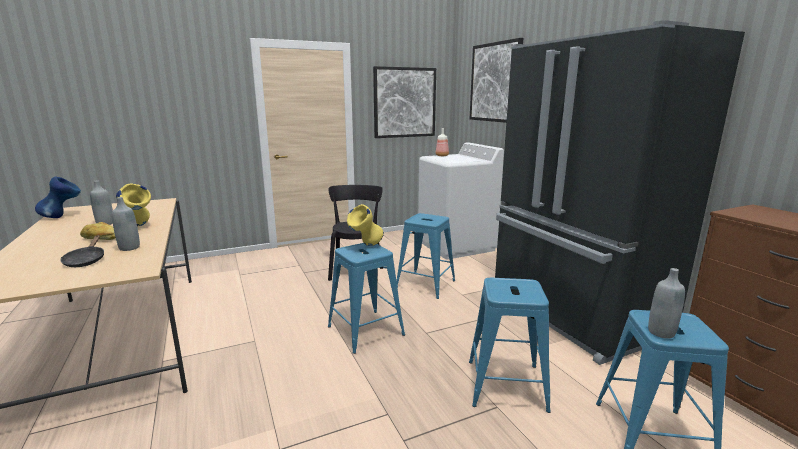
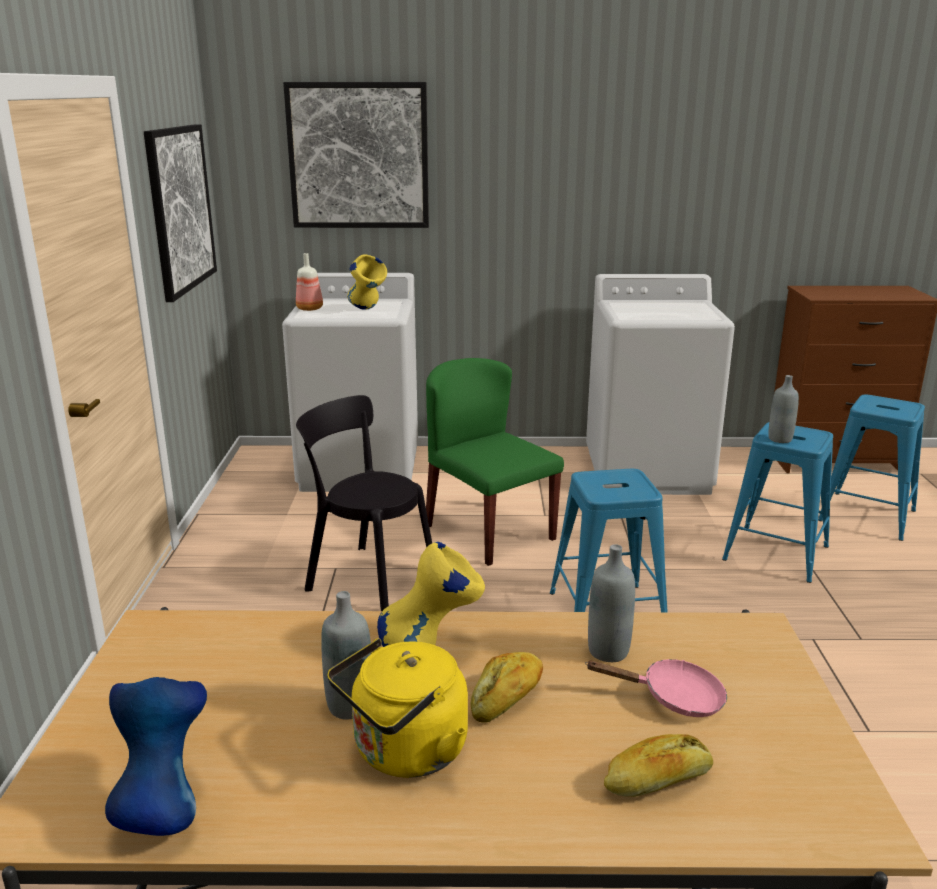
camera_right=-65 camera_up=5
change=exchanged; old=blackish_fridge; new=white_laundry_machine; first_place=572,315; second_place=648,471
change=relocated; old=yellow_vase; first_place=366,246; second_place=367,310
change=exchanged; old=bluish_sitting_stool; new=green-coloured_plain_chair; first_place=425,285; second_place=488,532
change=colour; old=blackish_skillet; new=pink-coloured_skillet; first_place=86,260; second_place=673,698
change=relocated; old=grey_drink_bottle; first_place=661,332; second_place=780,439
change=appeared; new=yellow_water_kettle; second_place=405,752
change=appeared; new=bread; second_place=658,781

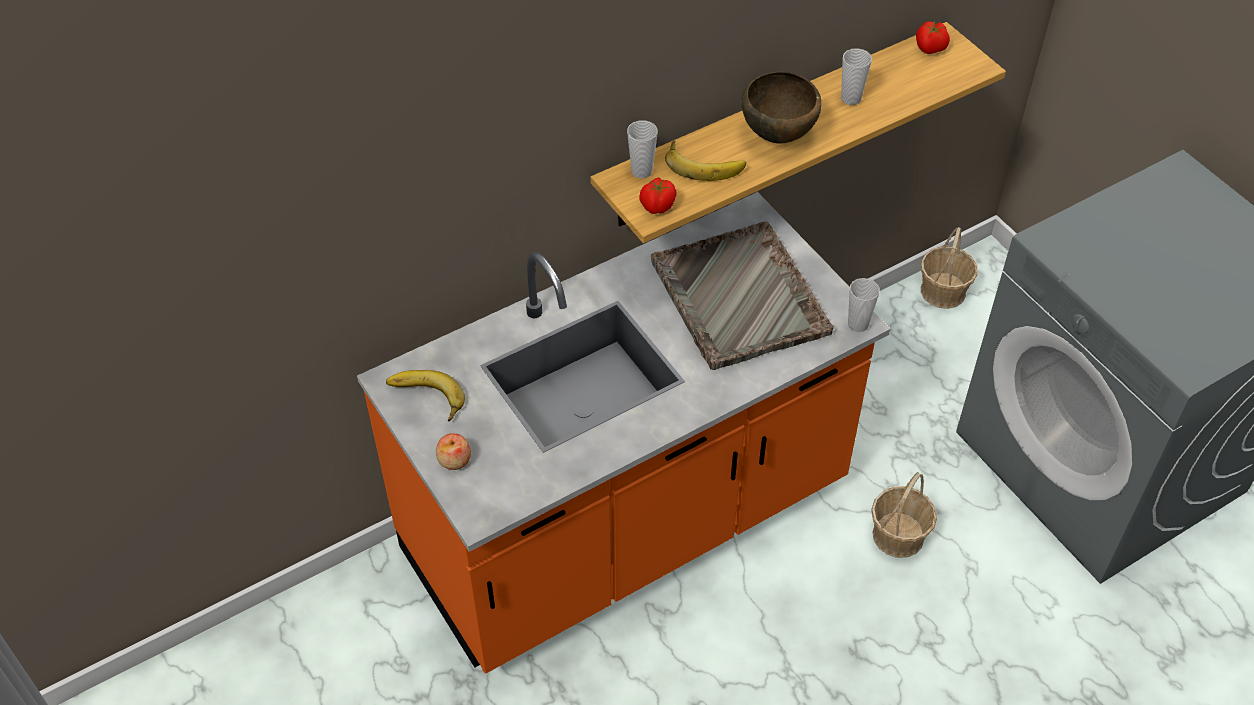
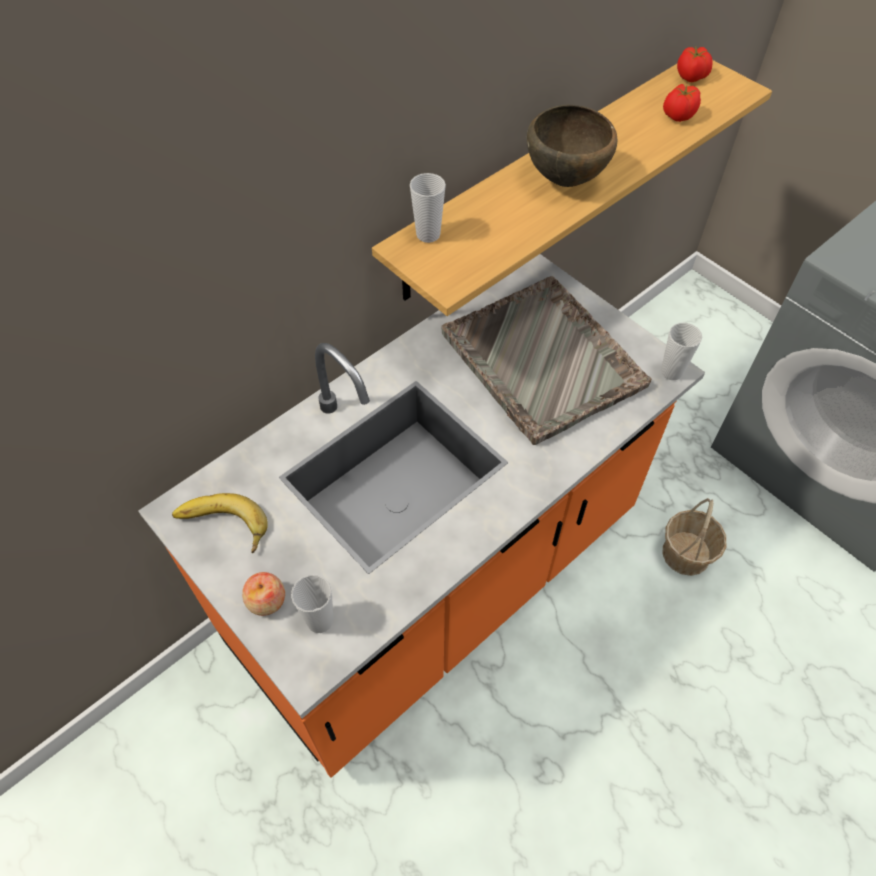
camera_right=-10 camera_up=5
change=relocated; old=drinking_cup; first_place=851,98; second_place=320,620
change=missing; old=banana_fruit; first_place=704,163
change=relocated; old=whole_tomato; first_place=657,206; second_place=678,116
change=missing; old=storage_basket; first_place=943,291

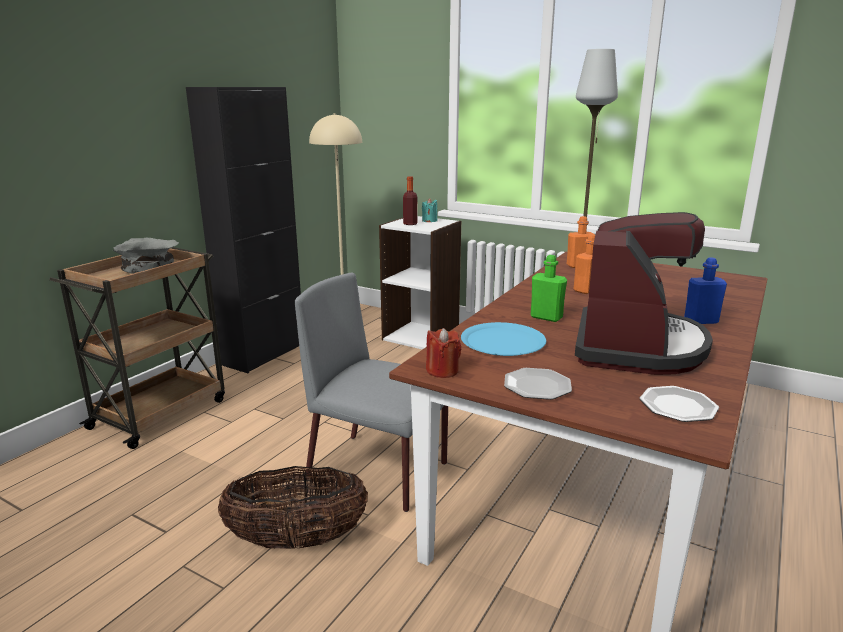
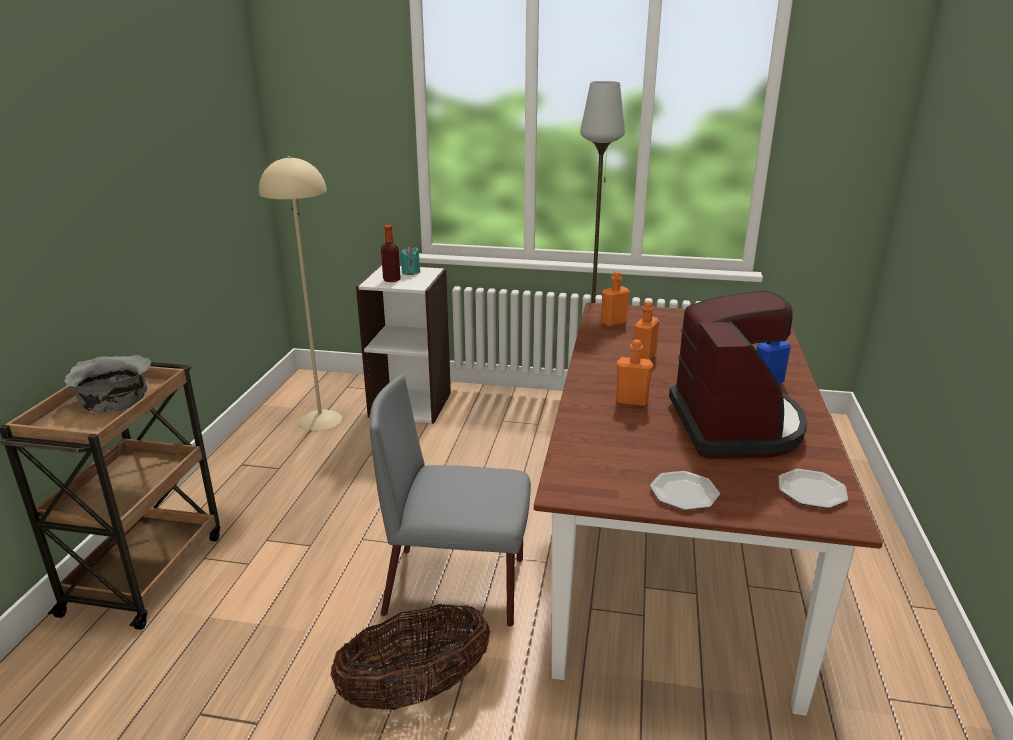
camera_right=-20 camera_up=5
change=missing; old=blackish_cabinet; first_place=264,354
change=colour; old=green-coloured_drink_bottle; new=orange_drink_bottle; first_place=546,317; second_place=631,401
change=missing; old=bluish_plate; first_place=502,341
change=missing; old=reddish_wax_candle; first_place=442,371

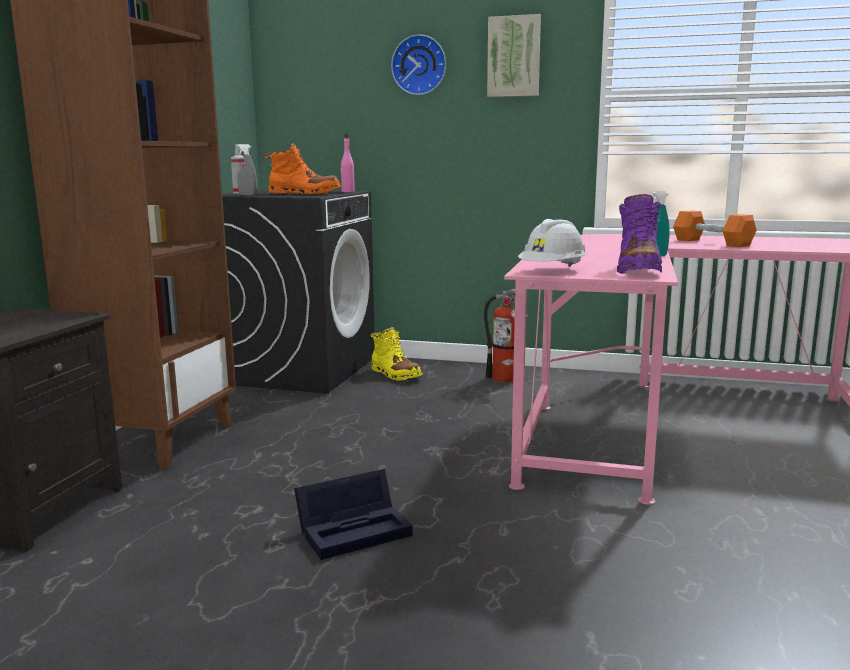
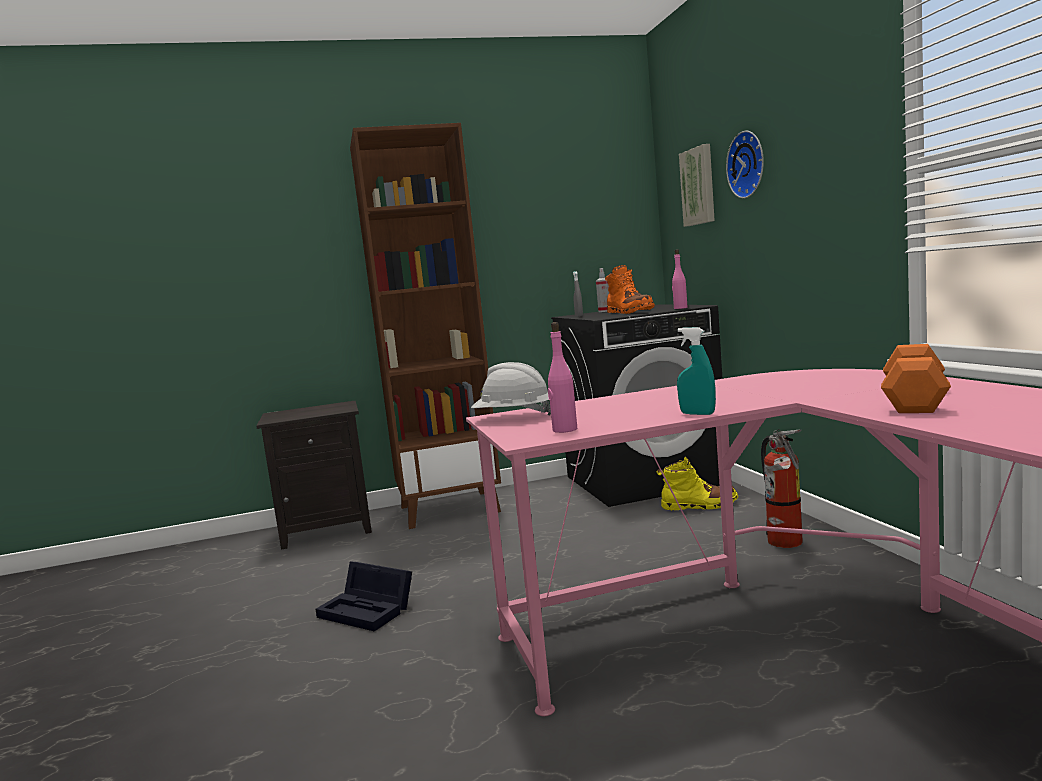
camera_right=60 camera_up=-5
change=relocated; old=picture; first_place=514,57; second_place=699,186
change=exchanged; old=purple_high-top_boot; new=pink-coloured_drink_bottle; first_place=637,270; second_place=564,430
change=spun; old=yellow_high-top_boot; first_place=395,374; second_place=699,505; degrees=-105

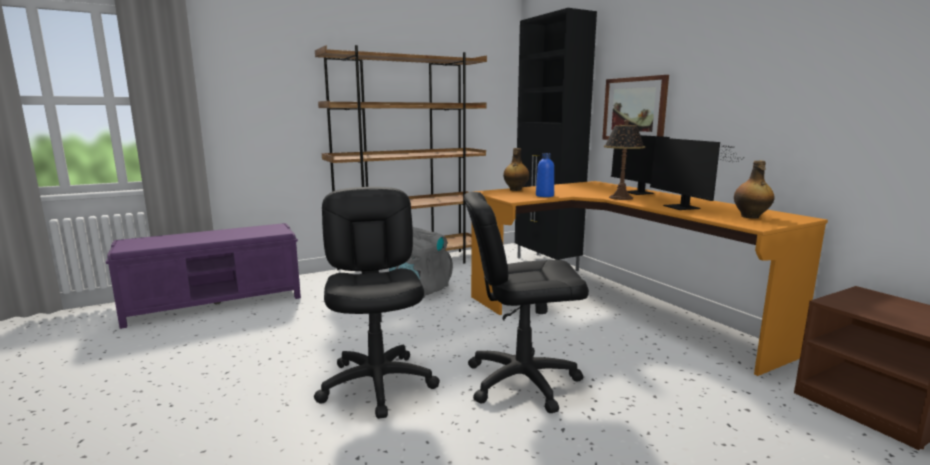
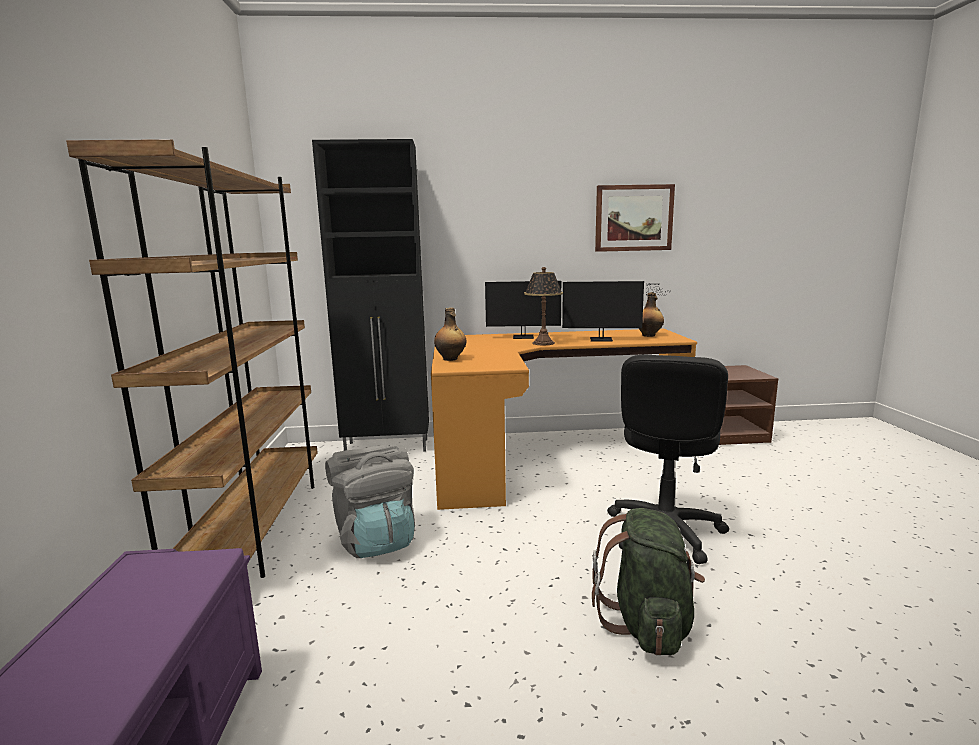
camera_right=-65 camera_up=0
change=relocated; old=picture; first_place=634,109; second_place=633,218
change=missing; old=bluish_drink_bottle; first_place=544,195
change=exchanged; old=blackish_computer_chair; new=green-coloured_rucksack; first_place=378,384; second_place=647,624

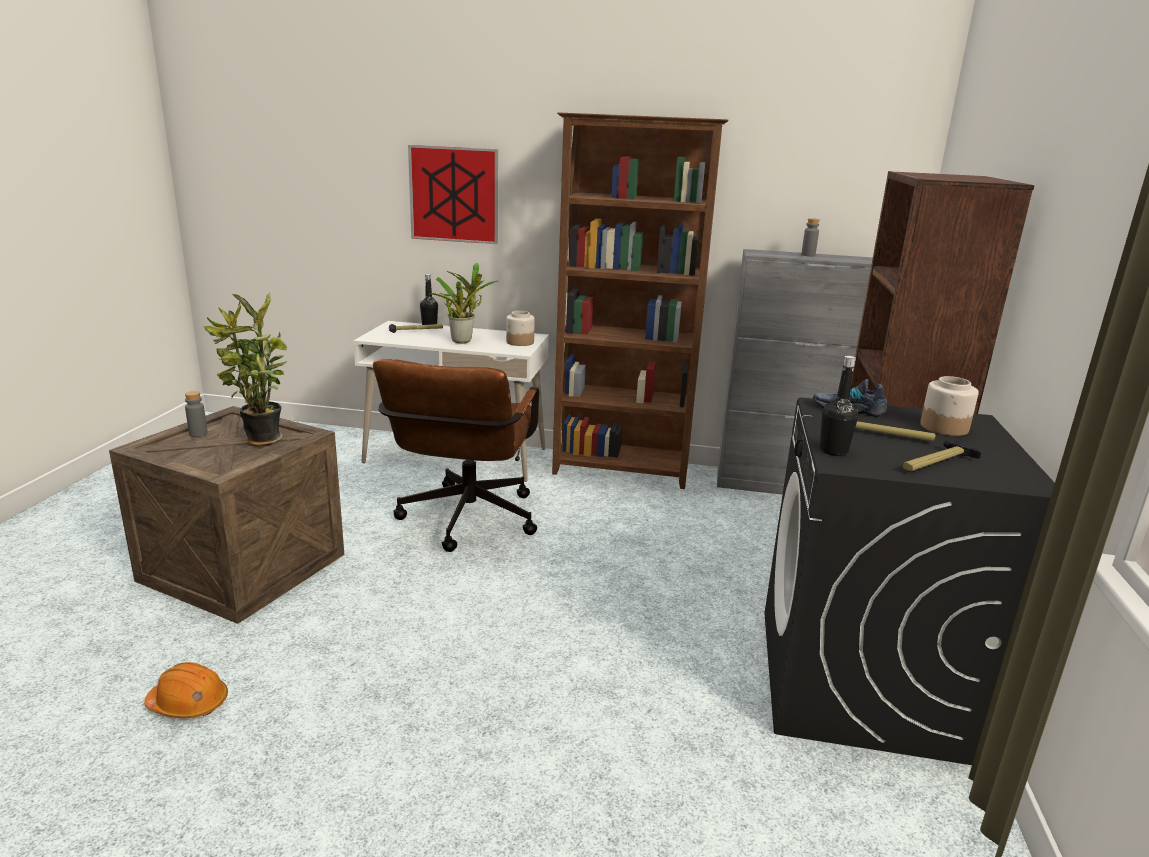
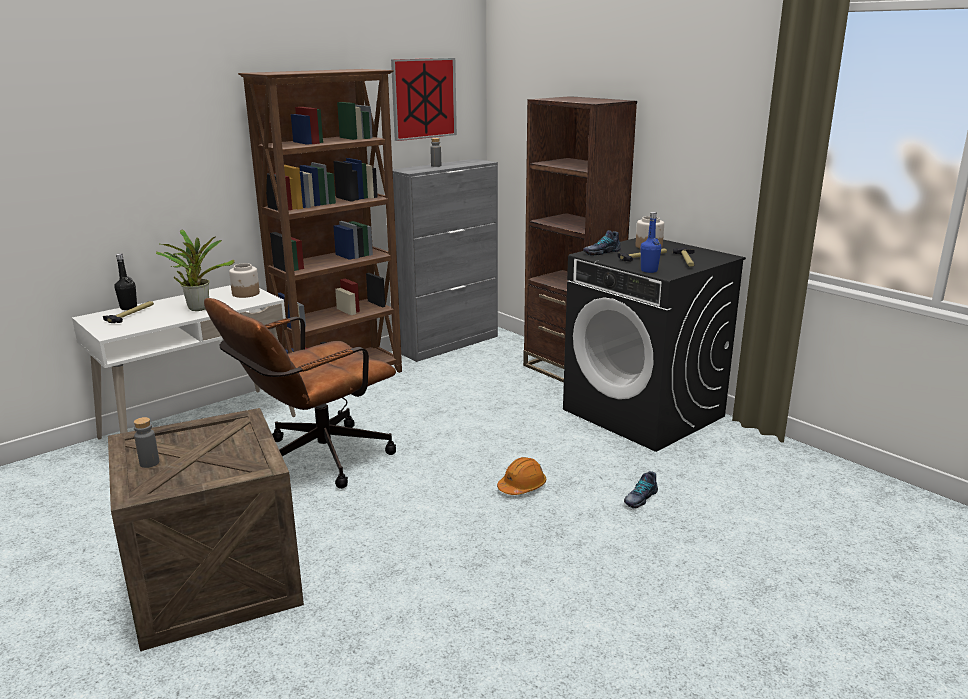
camera_right=-50 camera_up=0
change=relocated; old=picture; first_place=454,194; second_place=424,98
change=missing; old=potted_plant; first_place=259,441
change=colour; old=blackish_drink_bottle; new=bluish_drink_bottle; first_place=833,451; second_place=649,270
change=spun; old=brownish_computer_chair; first_place=465,523; second_place=313,460; degrees=90
change=relocated; old=orange_safety_helmet; first_place=189,704; second_place=522,486
change=appeared; new=item_of_footwear; second_place=640,498

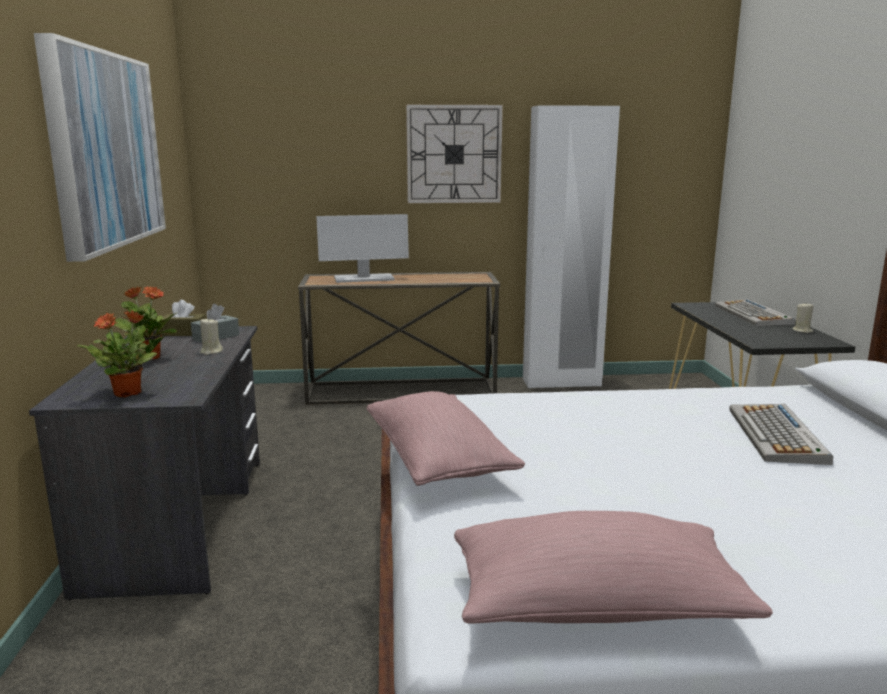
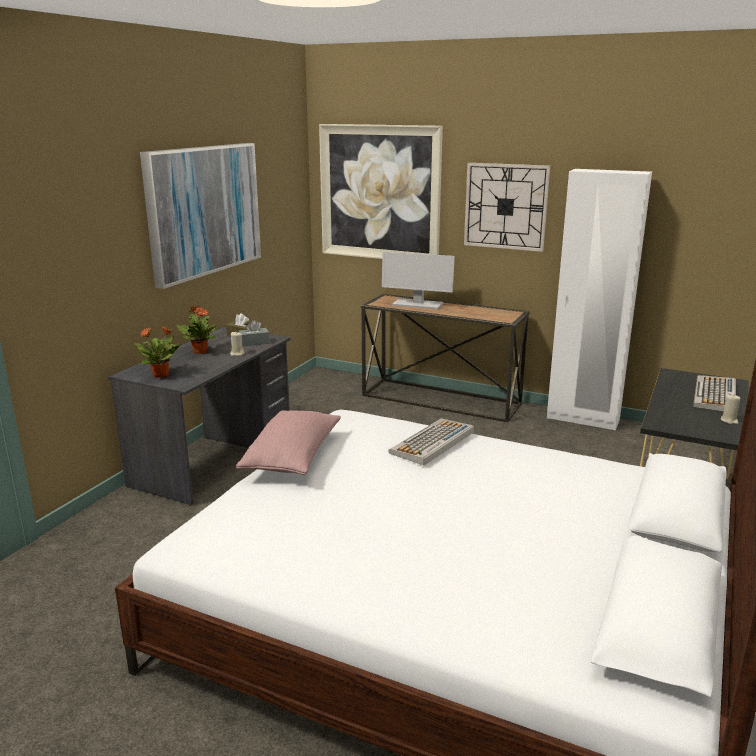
camera_right=30 camera_up=5
change=relocated; old=computer_keyboard; first_place=777,435; second_place=432,442
change=missing; old=pink-coloured_pillow; first_place=596,607
change=appeared; new=picture; second_place=380,193

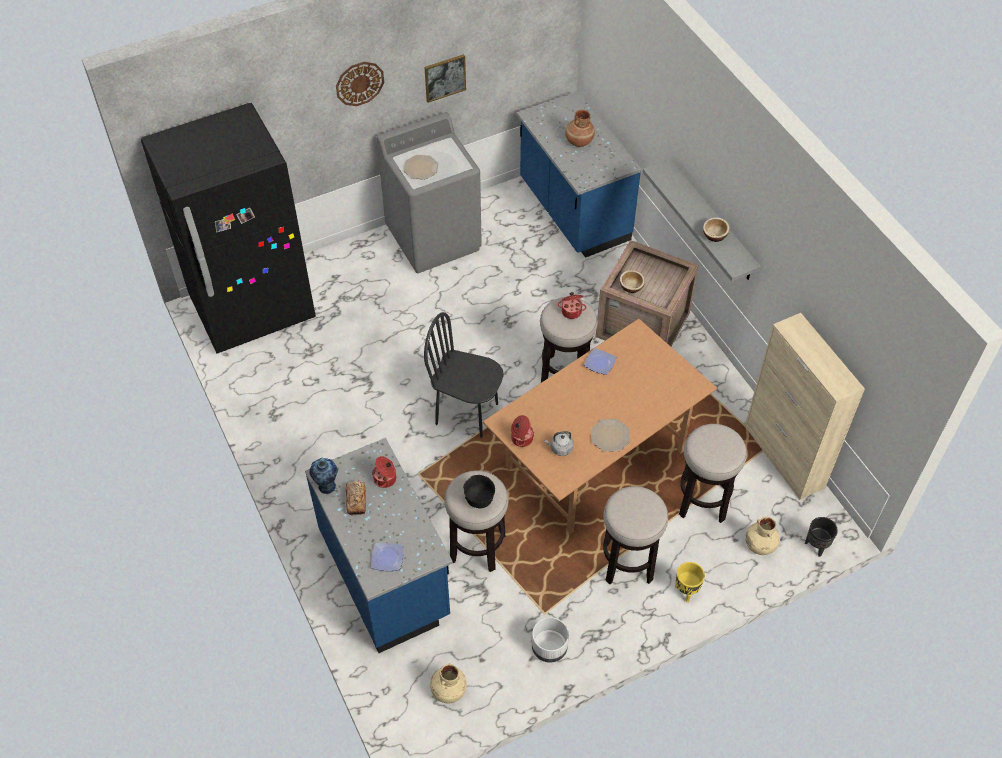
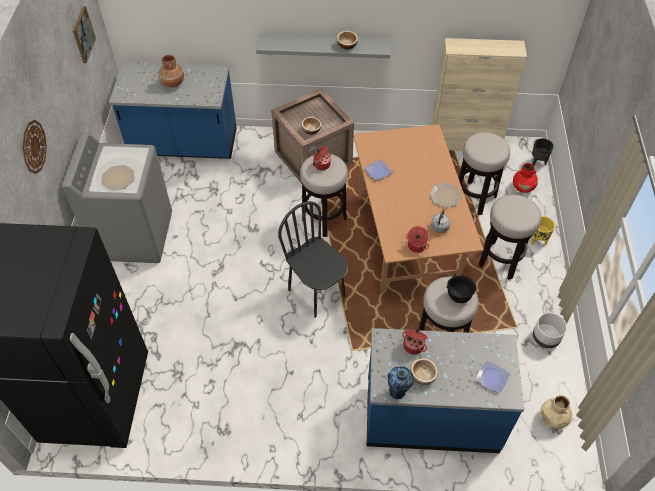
camera_right=-60 camera_up=0
change=relocated; old=picture; first_place=444,77; second_place=83,34
change=spun; old=blackish_plain_chair; first_place=467,413; second_place=317,293; degrees=90
change=exchanged; old=bread; new=deep_dish; first_place=356,500; second_place=422,375
change=colour; old=beige-coloured_vase; new=reddish_vase; first_place=760,545; second_place=523,187

